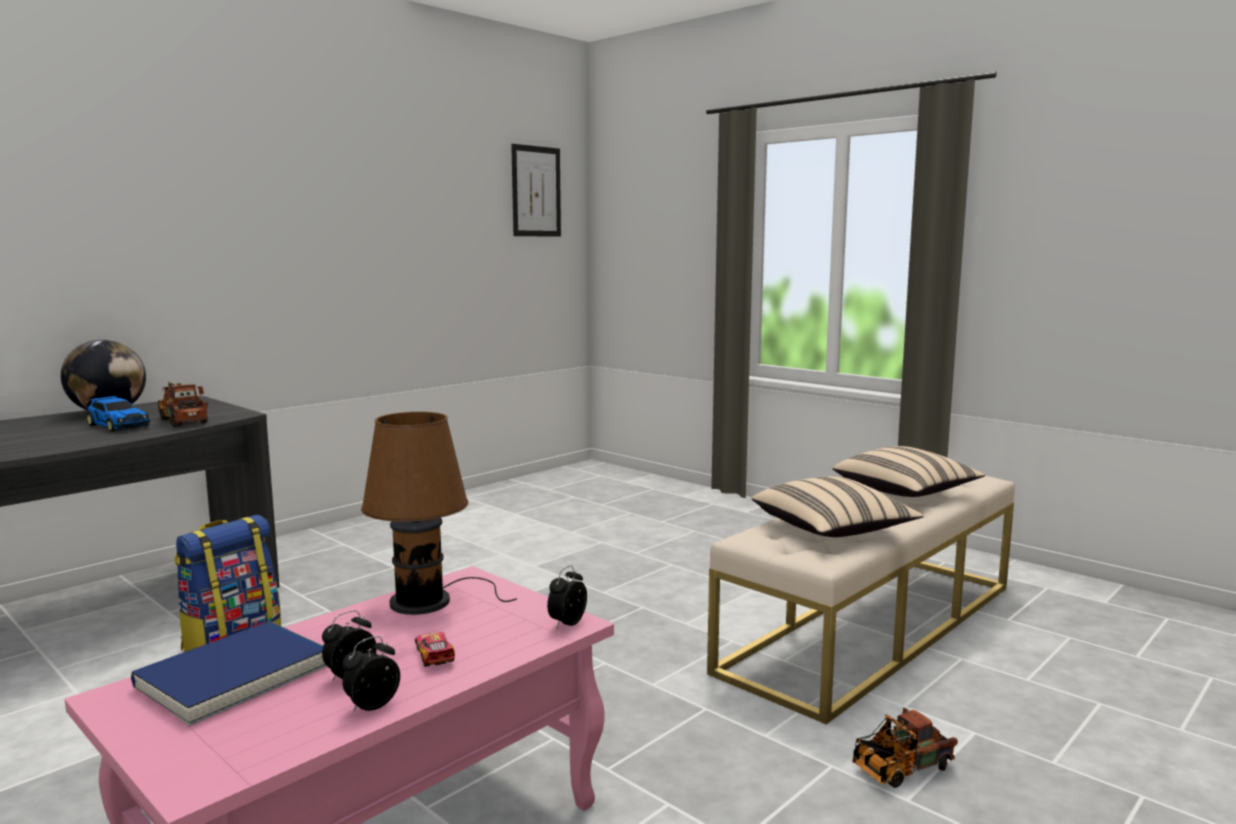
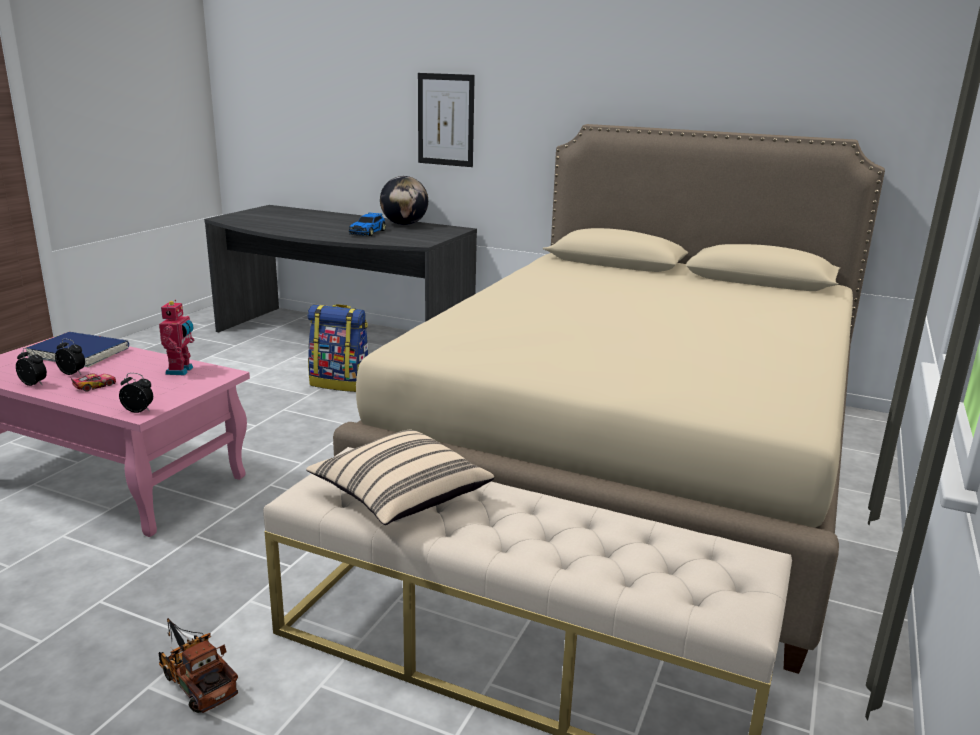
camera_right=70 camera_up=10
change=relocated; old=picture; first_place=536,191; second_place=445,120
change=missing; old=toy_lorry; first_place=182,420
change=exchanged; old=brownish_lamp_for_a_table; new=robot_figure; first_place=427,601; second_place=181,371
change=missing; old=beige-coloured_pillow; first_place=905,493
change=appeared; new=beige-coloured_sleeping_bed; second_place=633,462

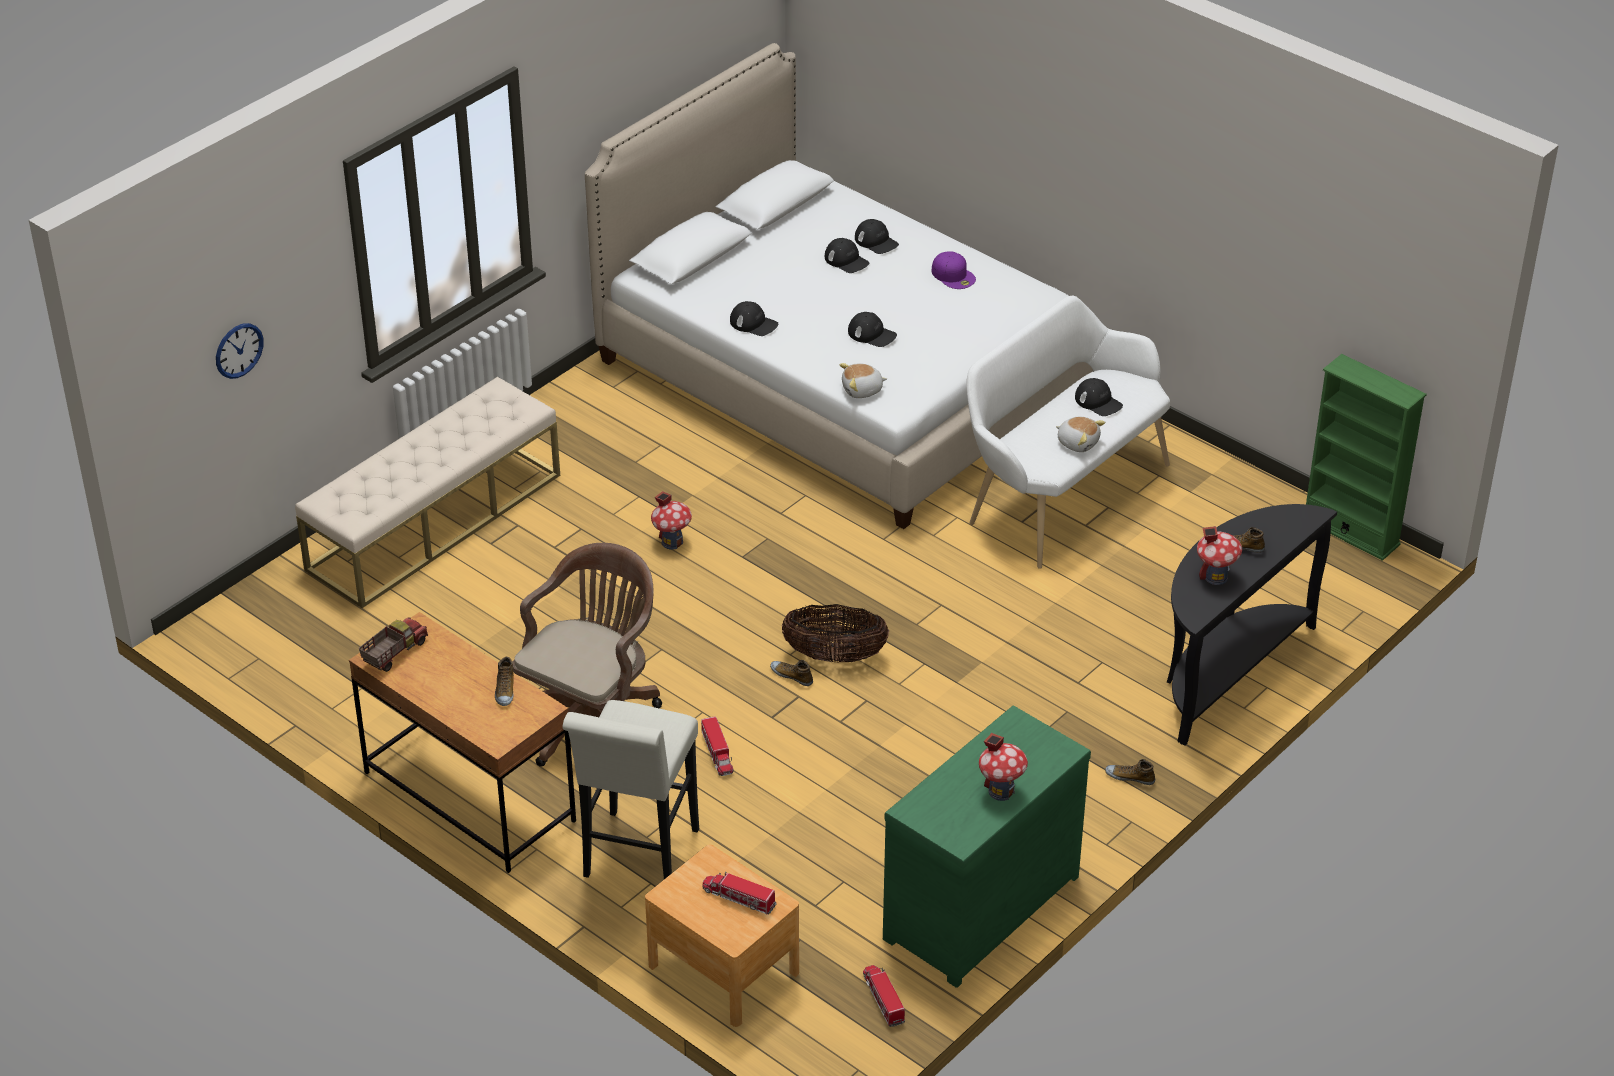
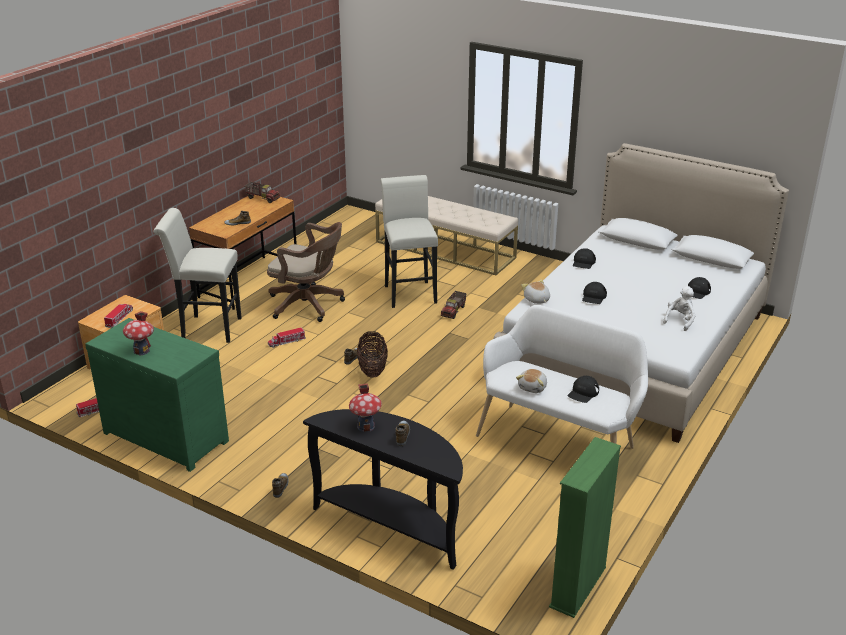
camera_right=80 camera_up=-10
change=missing; old=blackish_peaked_cap; first_place=846,260
change=exchanged; old=purple_peaked_cap; new=white_soft_toy; first_place=953,275; second_place=680,320
change=missing; old=wall_clock; first_place=239,350
change=exchanged; old=miniature_house; new=toy_lorry; first_place=672,542; second_place=454,311
change=appeared; new=white_sitting_stool; second_place=409,292

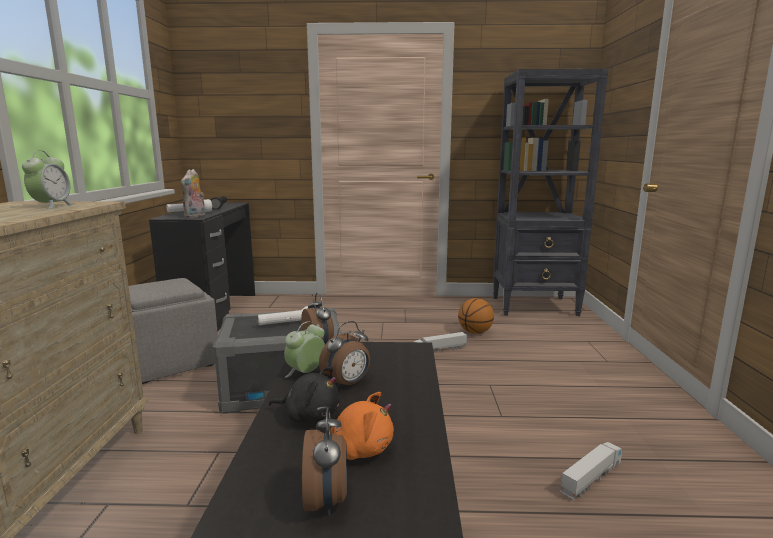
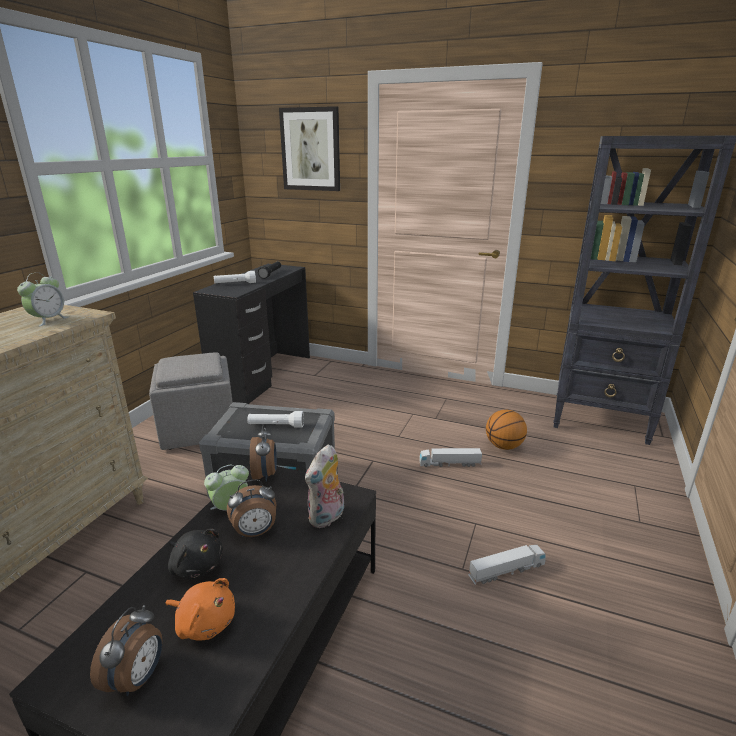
camera_right=20 camera_up=10
change=relocated; old=soft_toy; first_place=195,216; second_place=327,518
change=relocated; old=toy_lorry; first_place=591,478; second_place=506,571
change=appeared; new=picture; second_place=311,149

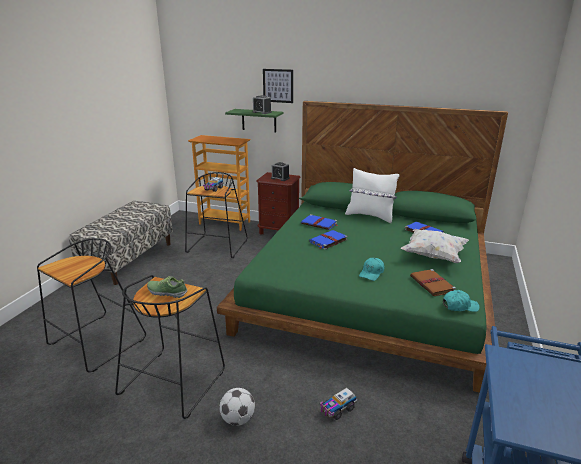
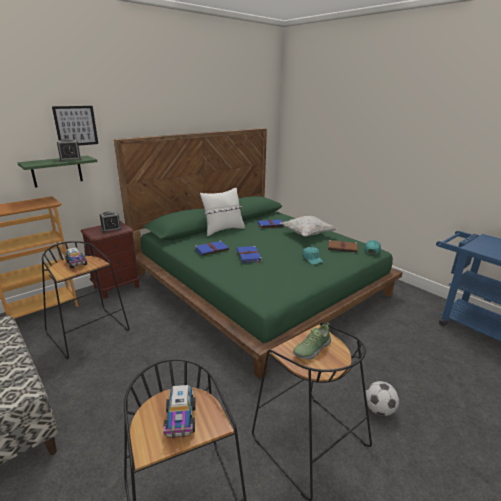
camera_right=-60 camera_up=0
change=relocated; old=toy_lorry; first_place=337,409; second_place=180,420

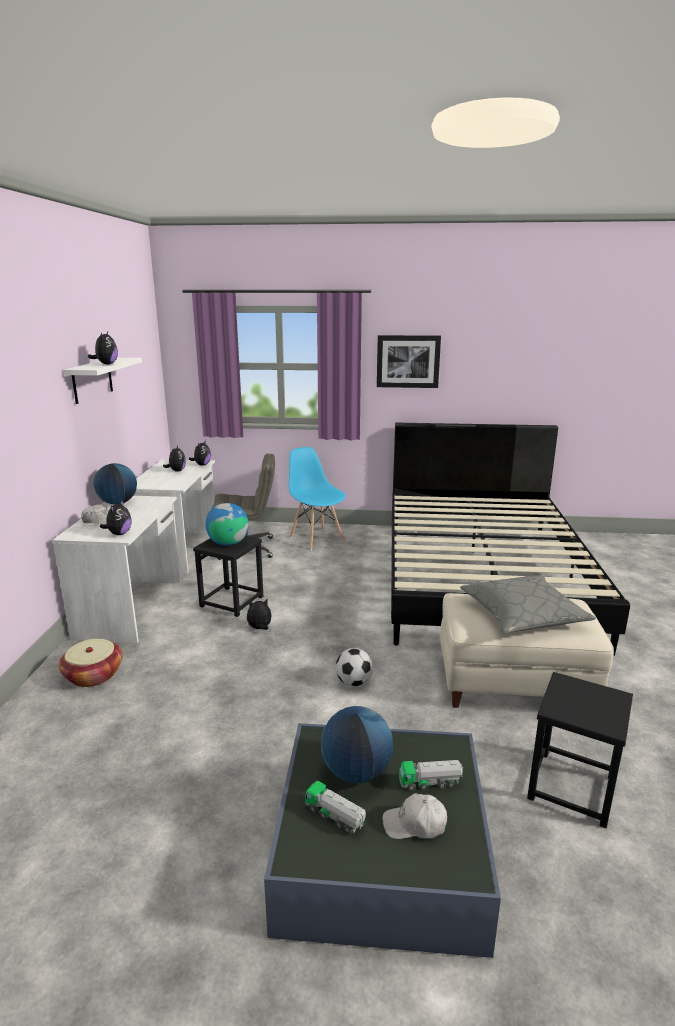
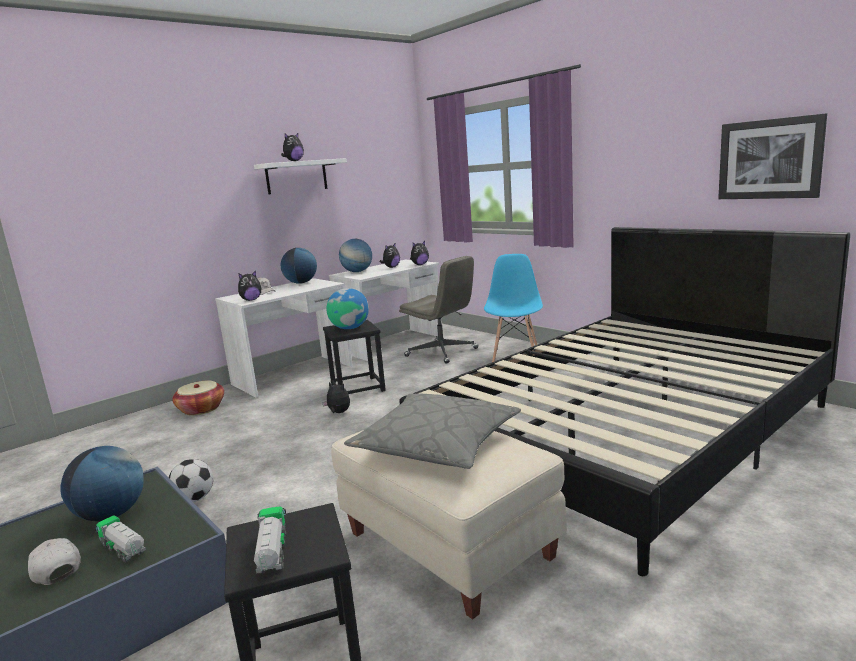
camera_right=45 camera_up=-5
change=relocated; old=picture; first_place=408,361; second_place=769,159
change=relocated; old=football; first_place=353,682; second_place=194,499
change=relocated; old=toy_lorry; first_place=335,816; second_place=272,553
change=appeared; new=globe; second_place=357,272

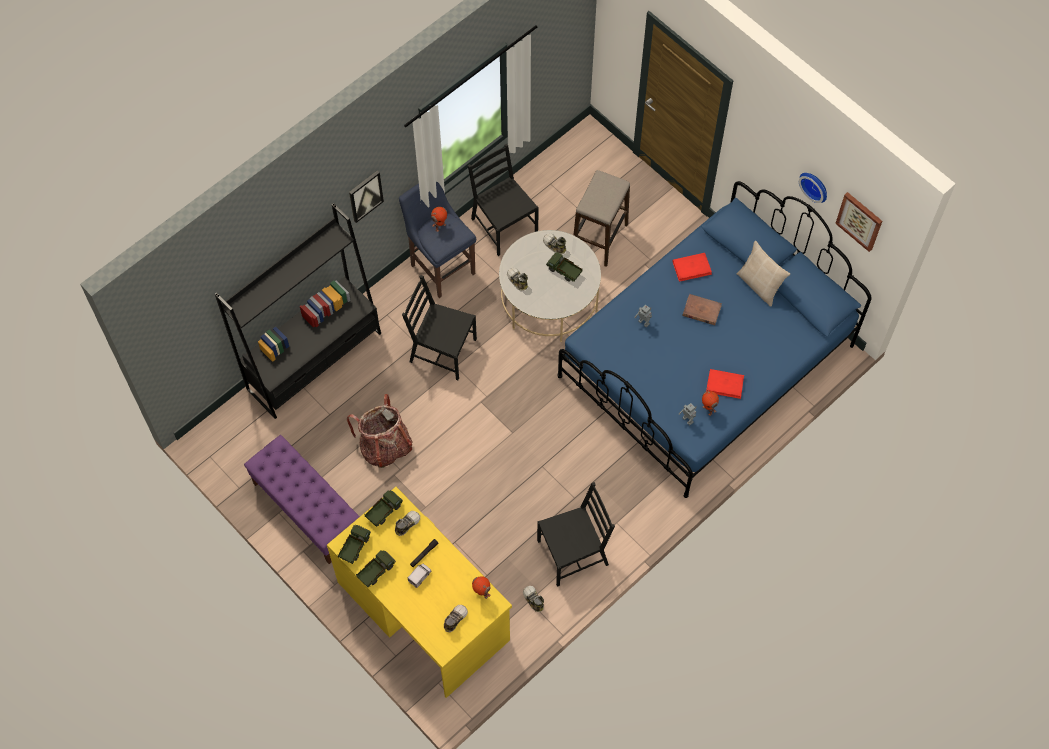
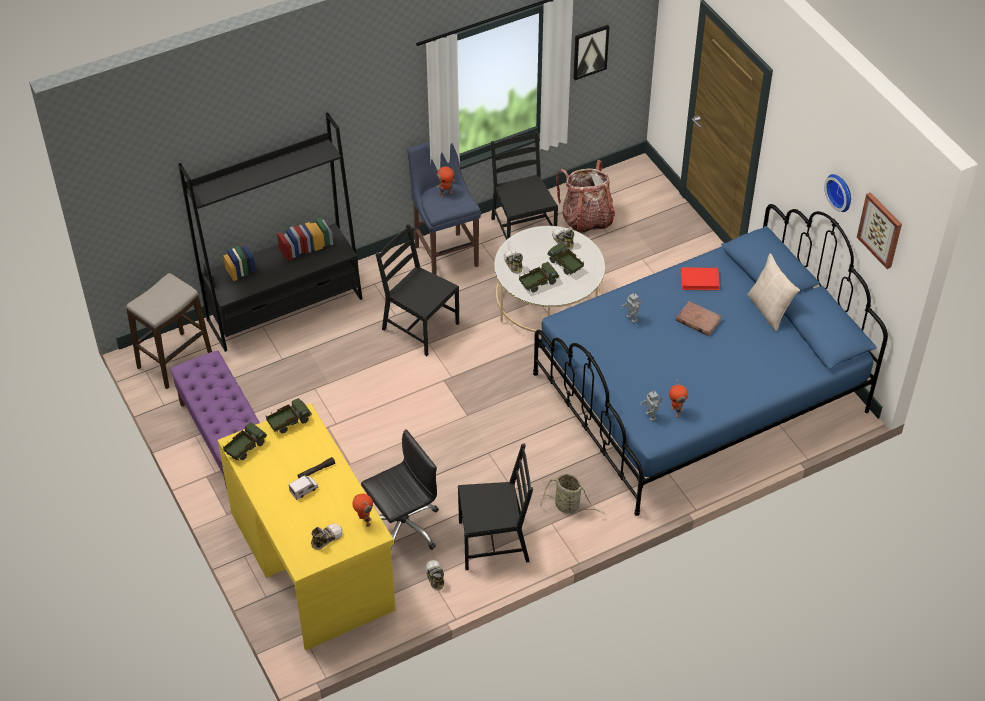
camera_right=15 camera_up=-15
change=relocated; old=sitting_stool; first_place=600,238; second_place=175,360
change=relocated; old=picture; first_place=365,196; second_place=590,51
change=missing; old=reddish_bound_book; first_place=725,384
change=relocated; old=rucksack; first_place=385,446; second_place=586,219
change=missing; old=item_of_footwear; first_place=407,524
change=relocated; old=toy_lorry; first_place=376,571; second_place=538,283
change=appeared; new=blackish_computer_chair; second_place=402,527
change=appeared; new=storage_basket; second_place=569,507

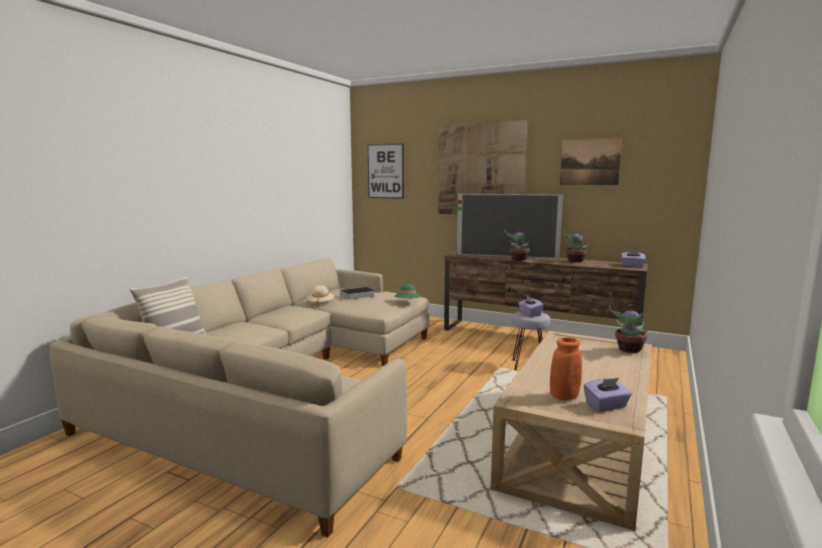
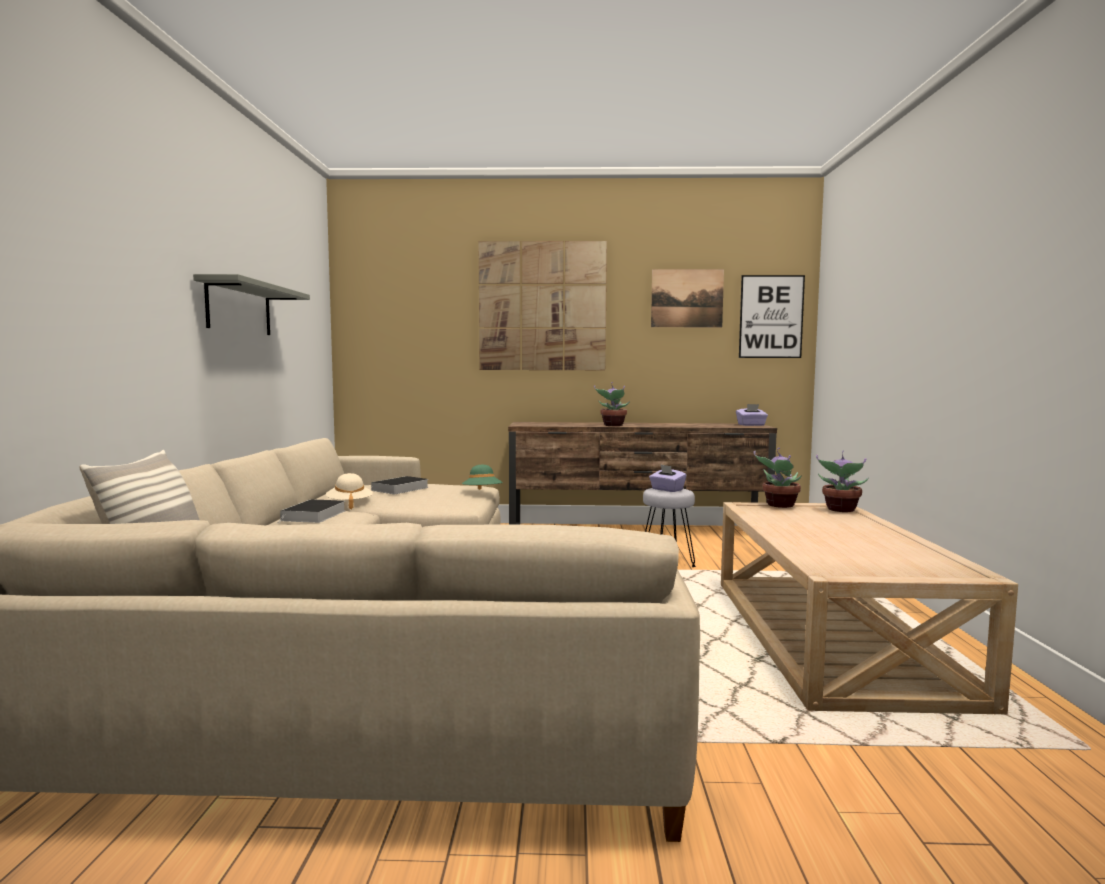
camera_right=-25 camera_up=-5
change=relocated; old=picture; first_place=385,171; second_place=771,316
change=missing; old=television; first_place=506,256
change=relocated; old=potted_plant; first_place=574,261; second_place=779,505
change=missing; old=orange_vase; first_place=564,397
change=missing; old=purple_tissue_holder; first_place=606,406
change=appeared; new=grey_bracket_shelf; second_place=239,308
change=appeared; new=bound_book; second_place=314,516

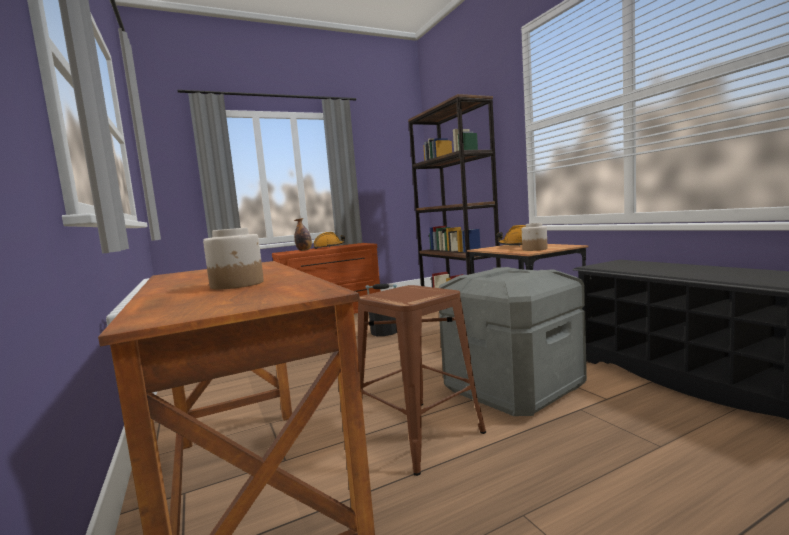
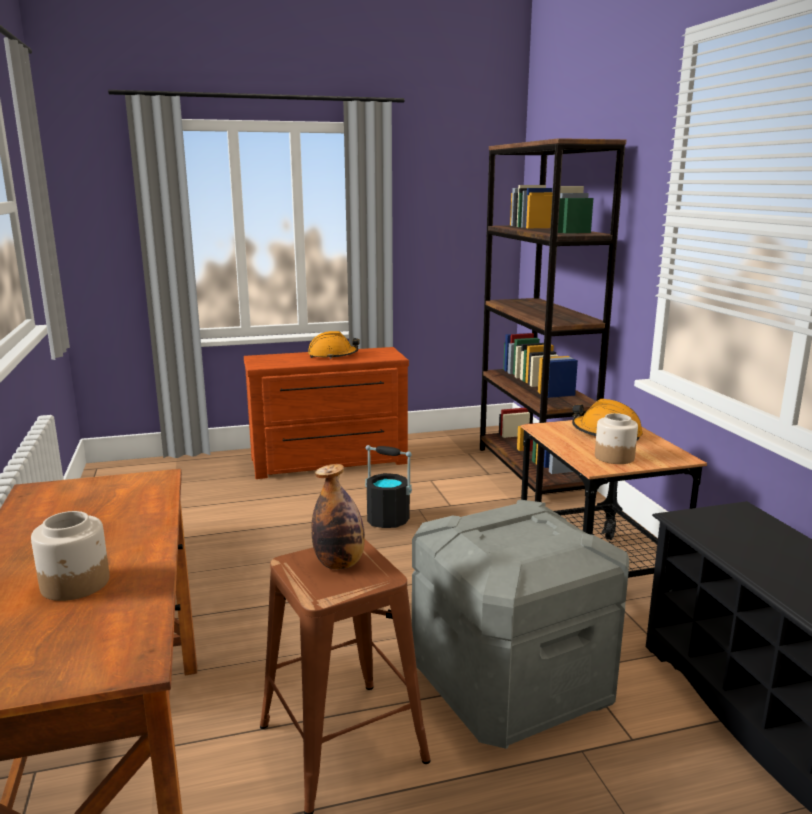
camera_right=10 camera_up=10
change=relocated; old=drink_bottle; first_place=304,250; second_place=339,564

